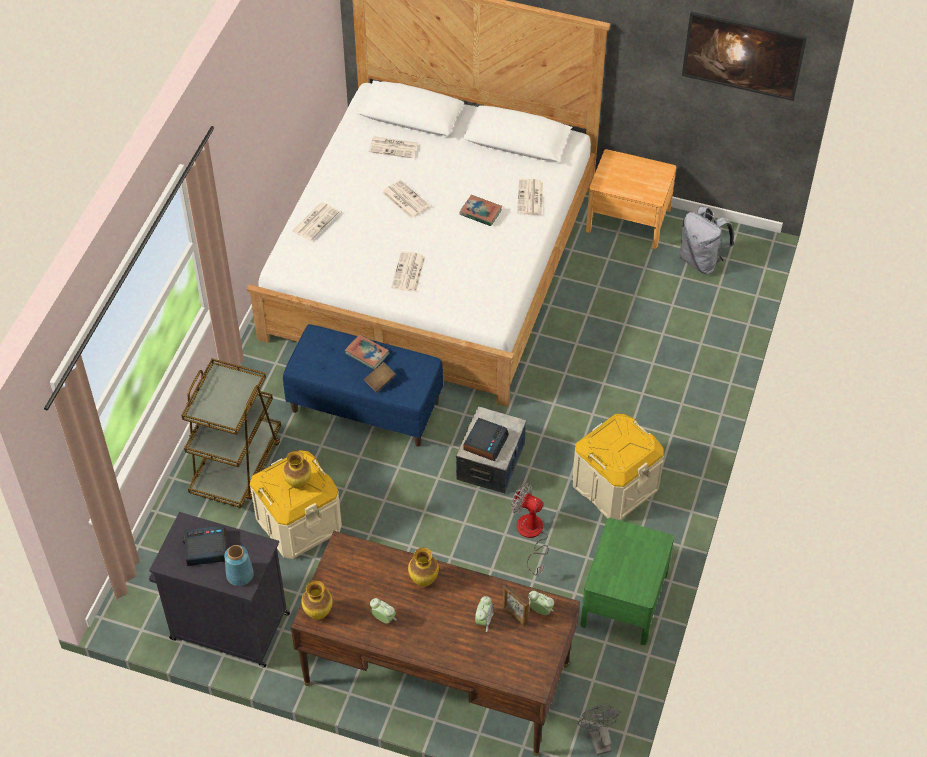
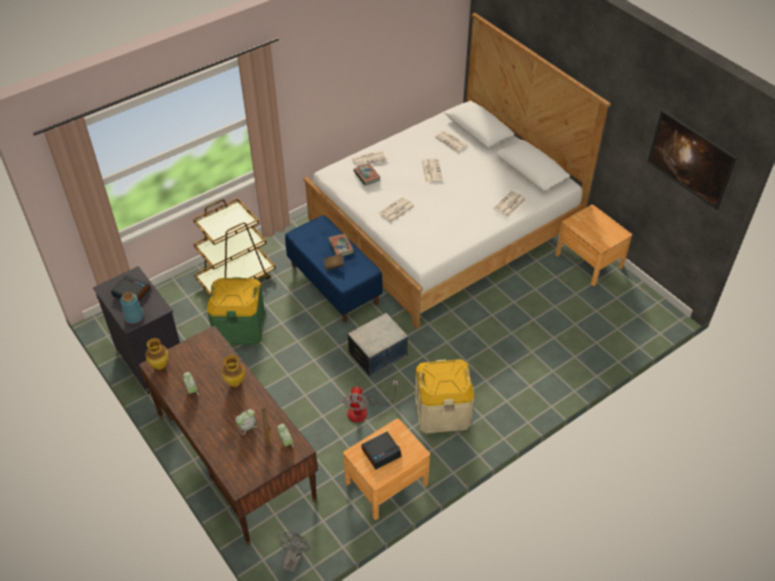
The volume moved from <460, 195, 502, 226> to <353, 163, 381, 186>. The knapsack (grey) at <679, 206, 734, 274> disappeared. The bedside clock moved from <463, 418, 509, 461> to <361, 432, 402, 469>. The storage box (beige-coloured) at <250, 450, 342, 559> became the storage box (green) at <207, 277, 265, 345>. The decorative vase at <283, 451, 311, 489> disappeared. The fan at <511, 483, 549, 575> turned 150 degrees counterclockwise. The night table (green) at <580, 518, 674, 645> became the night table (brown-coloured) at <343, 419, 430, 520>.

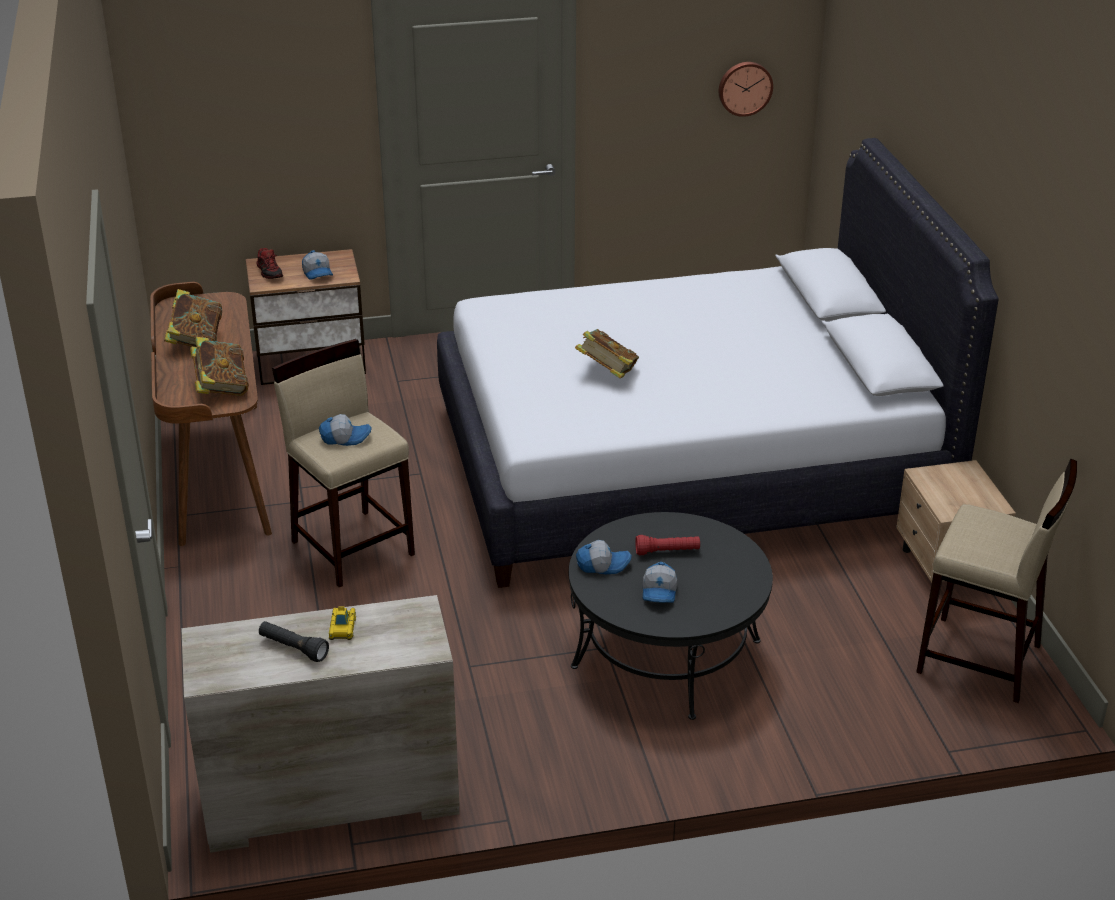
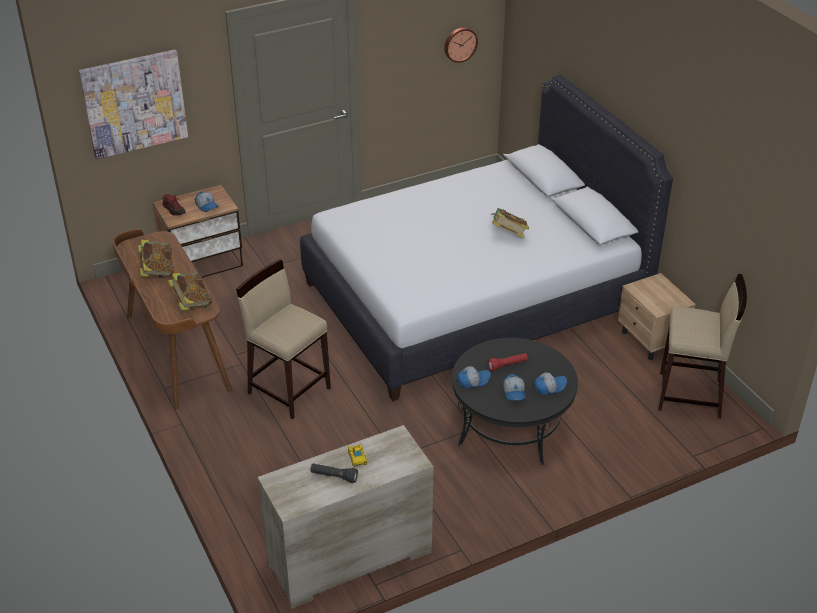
The volume moved from <575, 329, 639, 379> to <491, 208, 529, 238>. The cap moved from <319, 414, 372, 446> to <534, 372, 567, 395>. The wall art at <79, 49, 188, 159> appeared.

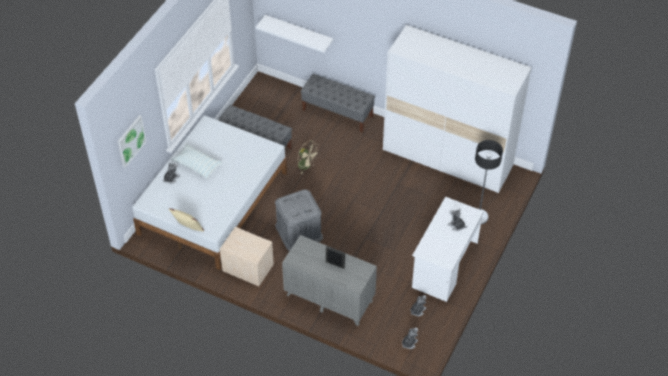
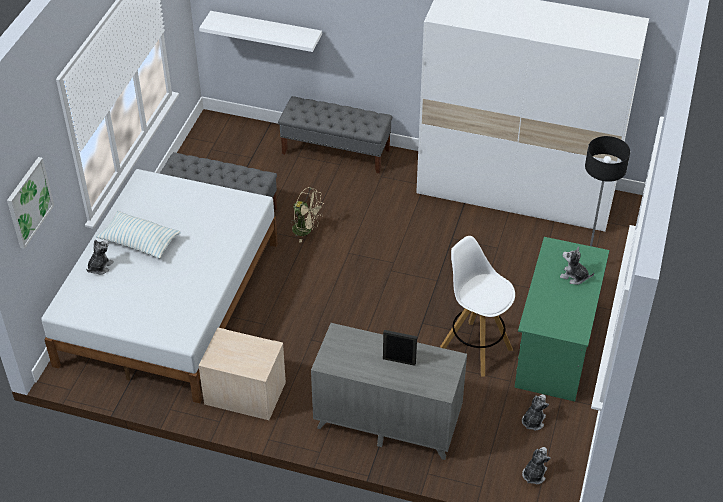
The storage box (grey) at <275, 189, 323, 251> disappeared. The desk table (white-coloured) at <412, 197, 484, 302> became the desk table (green) at <514, 237, 610, 401>. The pillow (beige-coloured) at <169, 208, 204, 232> disappeared. The stool (white-coloured) at <440, 236, 515, 377> appeared.

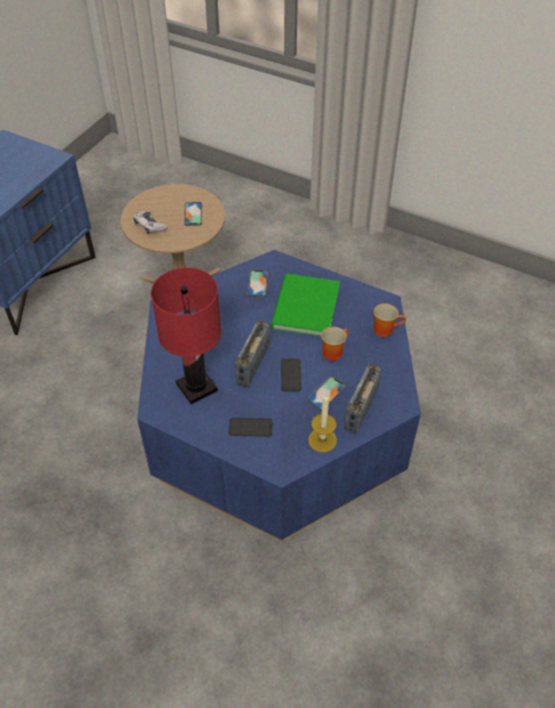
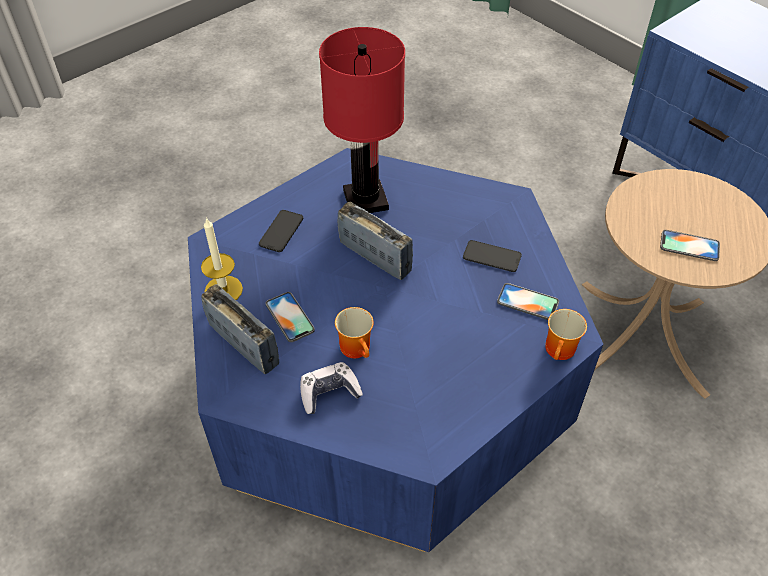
The joypad moved from <134, 211, 168, 234> to <300, 362, 363, 414>. The volume (green) at <271, 274, 340, 336> disappeared. The tea mug moved from <373, 303, 406, 337> to <545, 309, 587, 360>. The phone moved from <281, 359, 302, 392> to <463, 240, 522, 272>.

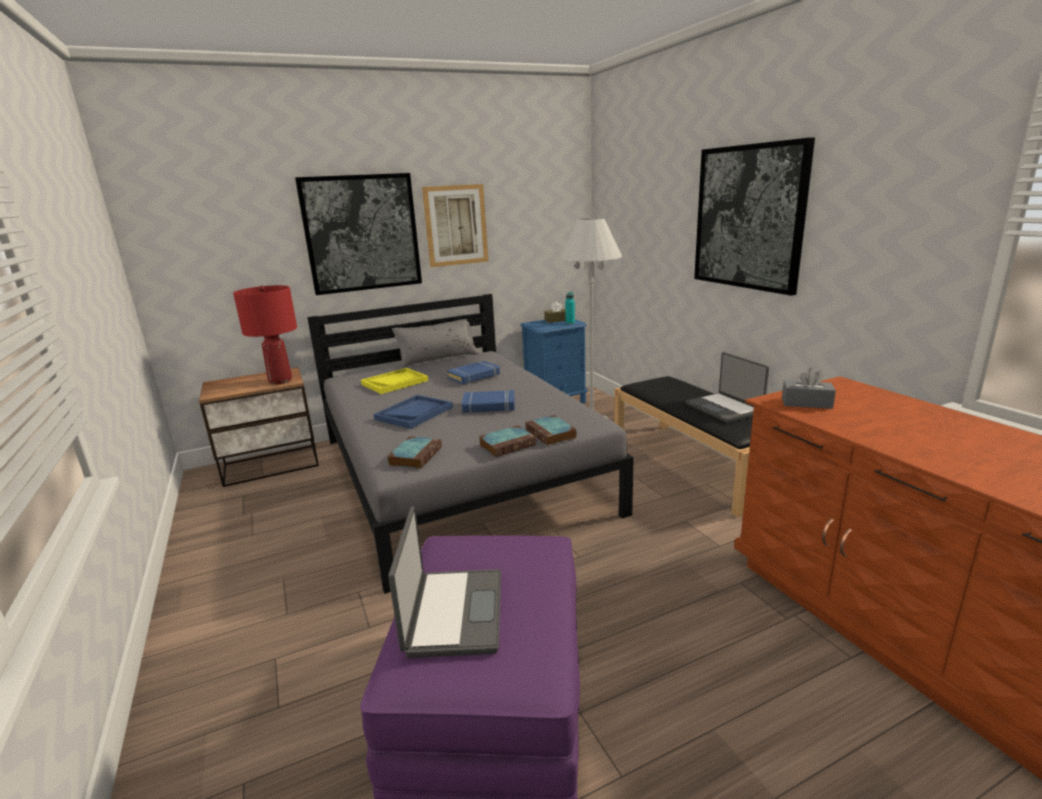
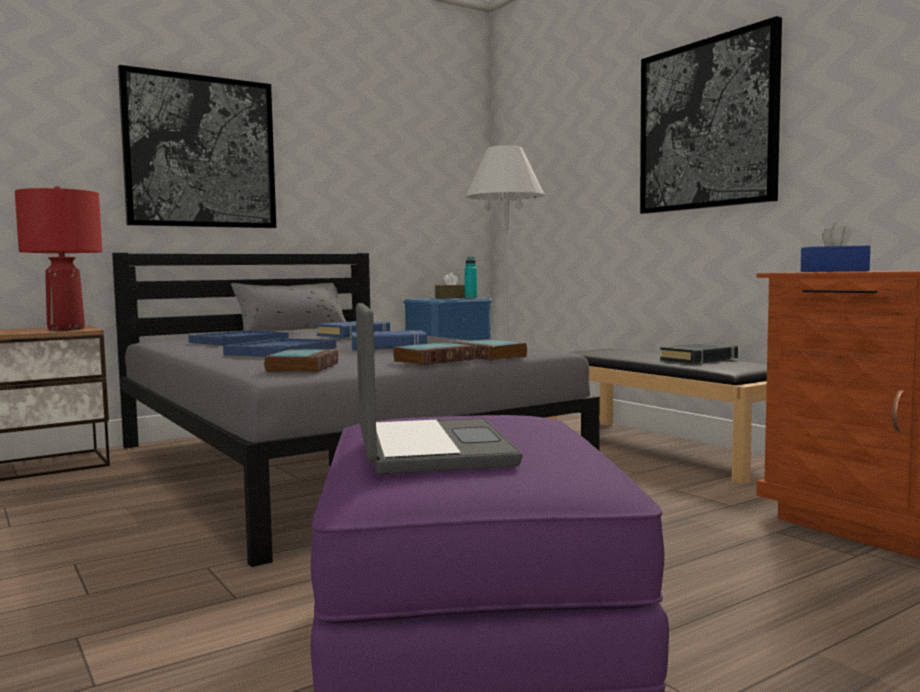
The wall art at <422, 184, 488, 267> disappeared. The notebook computer at <686, 352, 769, 423> was replaced by the volume (black-coloured) at <660, 343, 738, 363>. The serving tray (yellow) at <361, 368, 428, 394> became the serving tray (blue-coloured) at <189, 330, 289, 346>. The tissue holder (grey) at <782, 368, 836, 409> became the tissue holder (blue-coloured) at <801, 222, 870, 272>.

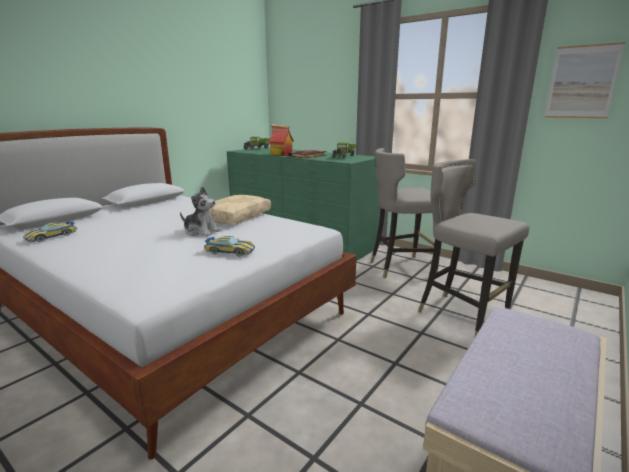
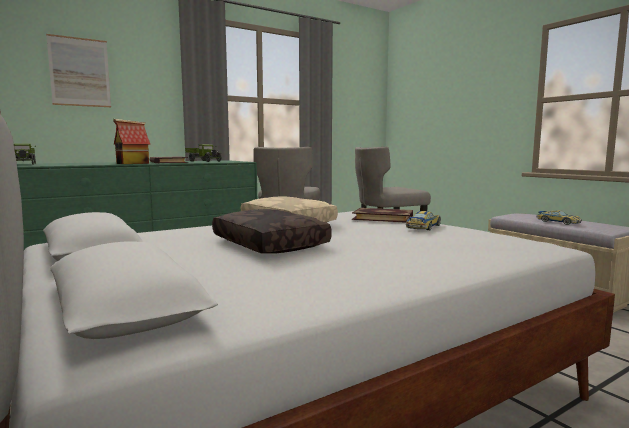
The wall art moved from <545, 42, 625, 118> to <46, 34, 111, 107>. The cuddly toy at <180, 186, 220, 236> disappeared. The toy car moved from <23, 222, 77, 242> to <537, 210, 582, 225>. The volume at <352, 208, 413, 223> appeared. The pillow (brown-coloured) at <212, 209, 332, 254> appeared.

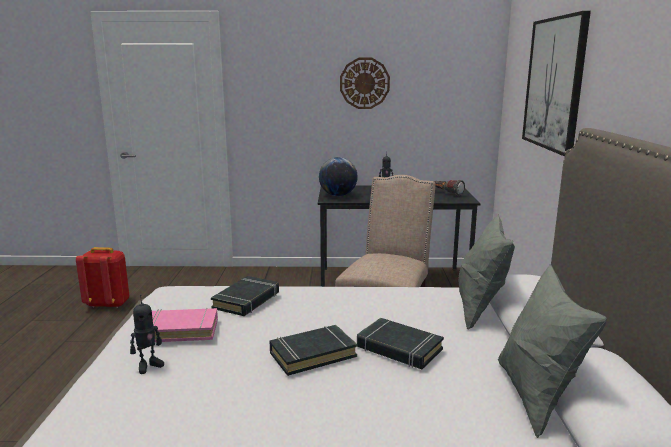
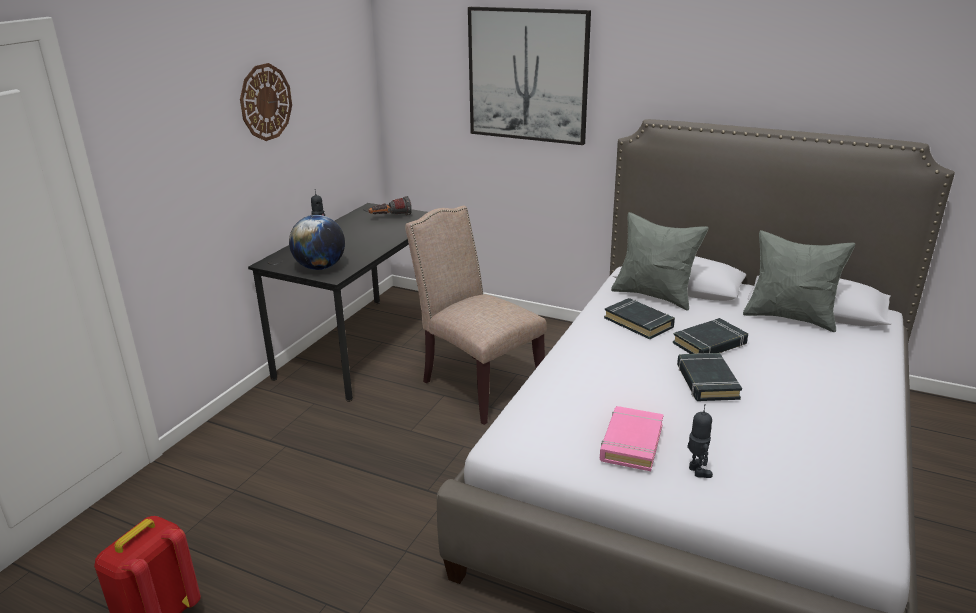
The volume (black-coloured) moved from <211, 276, 279, 316> to <604, 298, 675, 339>.

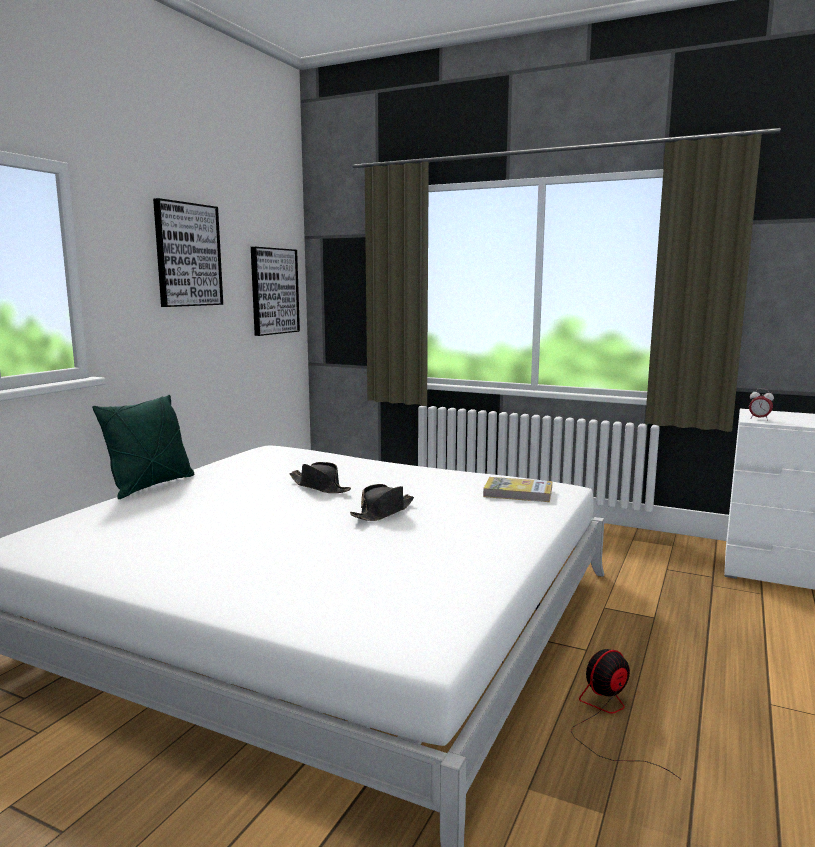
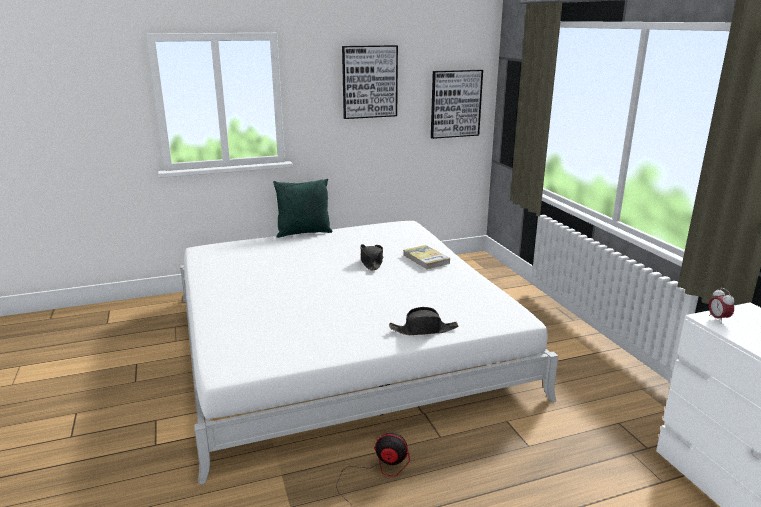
The volume moved from <483, 477, 552, 502> to <403, 245, 450, 269>. The wearable hat (black-coloured) moved from <350, 484, 414, 521> to <389, 307, 458, 335>.

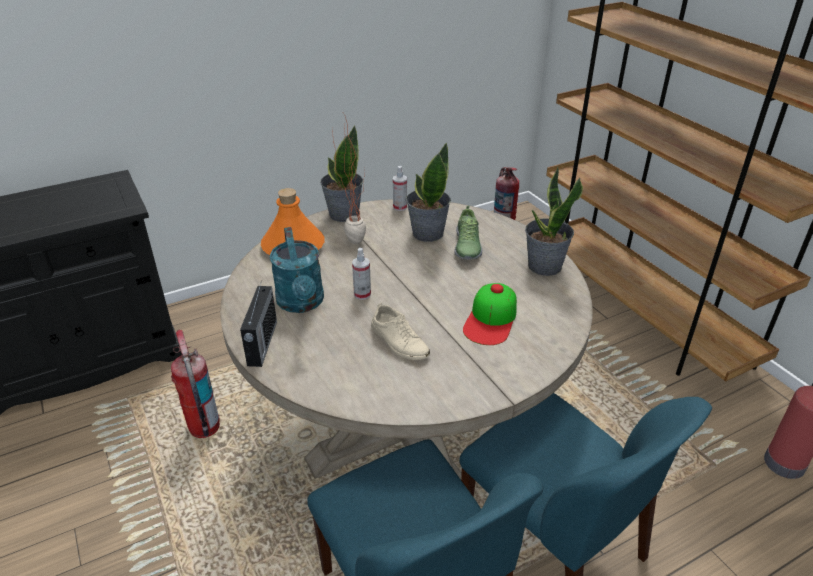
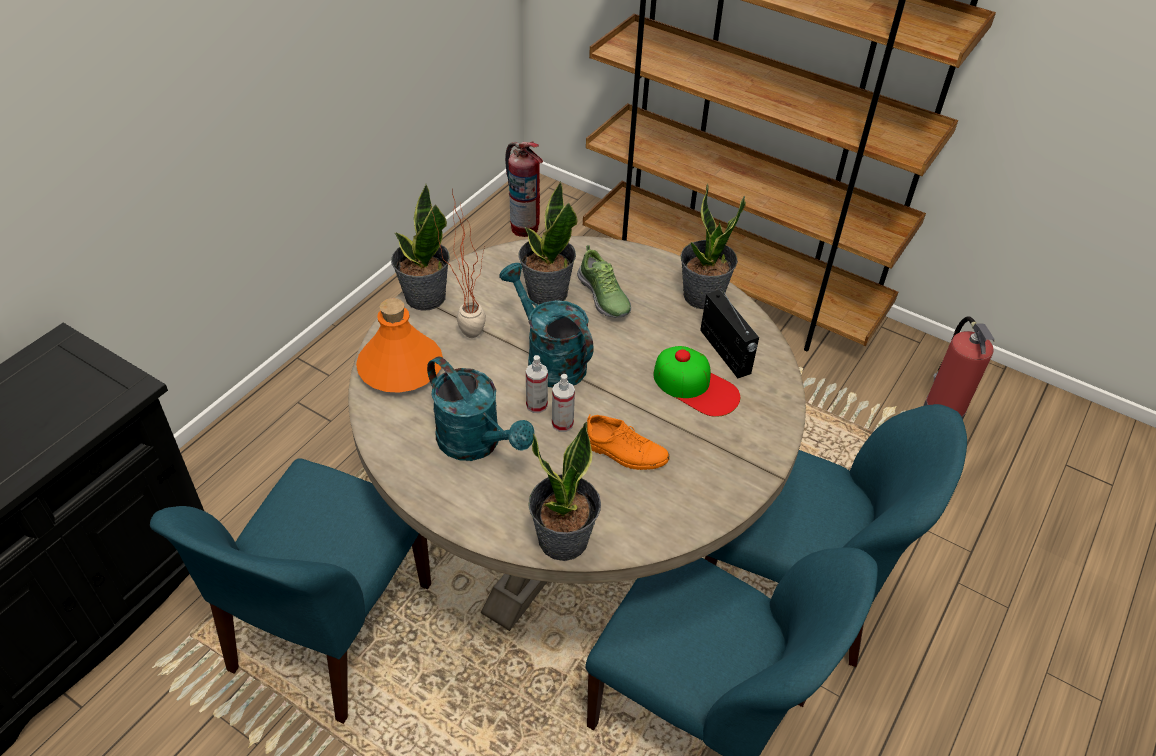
The spray bottle moved from <393, 166, 407, 211> to <552, 374, 575, 432>. The radio receiver moved from <240, 281, 277, 367> to <700, 288, 759, 378>. The cap at <463, 283, 517, 345> turned 45 degrees counterclockwise. The shoe (beige-coloured) at <371, 303, 430, 360> became the shoe (orangey) at <581, 415, 670, 470>. The fire extinguisher at <171, 330, 220, 438> was replaced by the chair (blue-coloured) at <150, 459, 431, 724>. The watering pot (blue-green) at <499, 263, 594, 388> appeared. The houseplant at <528, 421, 601, 561> appeared.

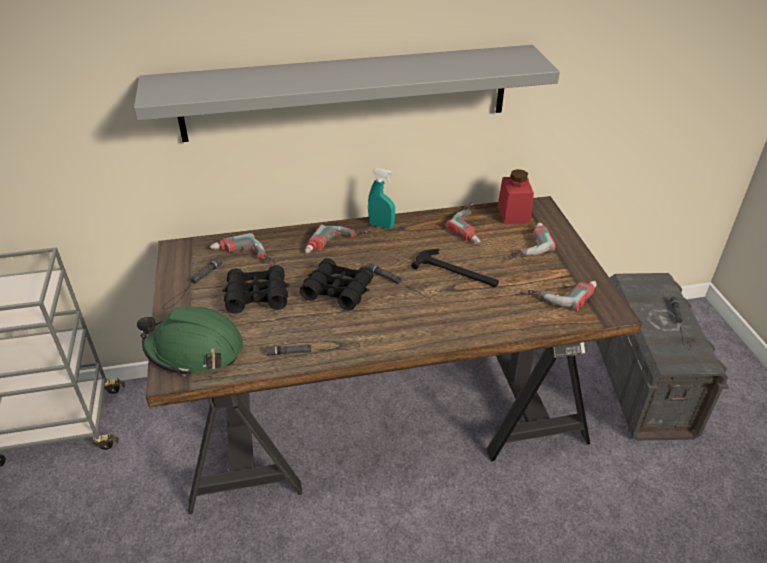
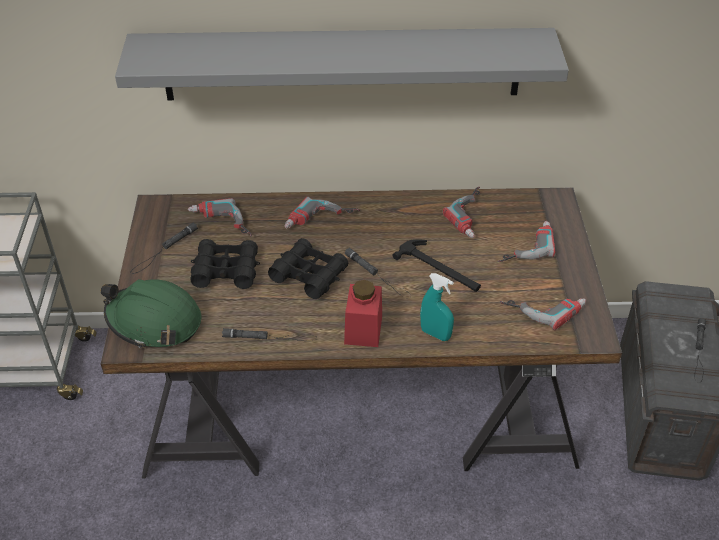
The spray bottle (blue-green) moved from <368, 168, 395, 229> to <420, 273, 454, 341>. The preserve jar (red-coloured) moved from <498, 169, 534, 224> to <344, 280, 382, 347>.

